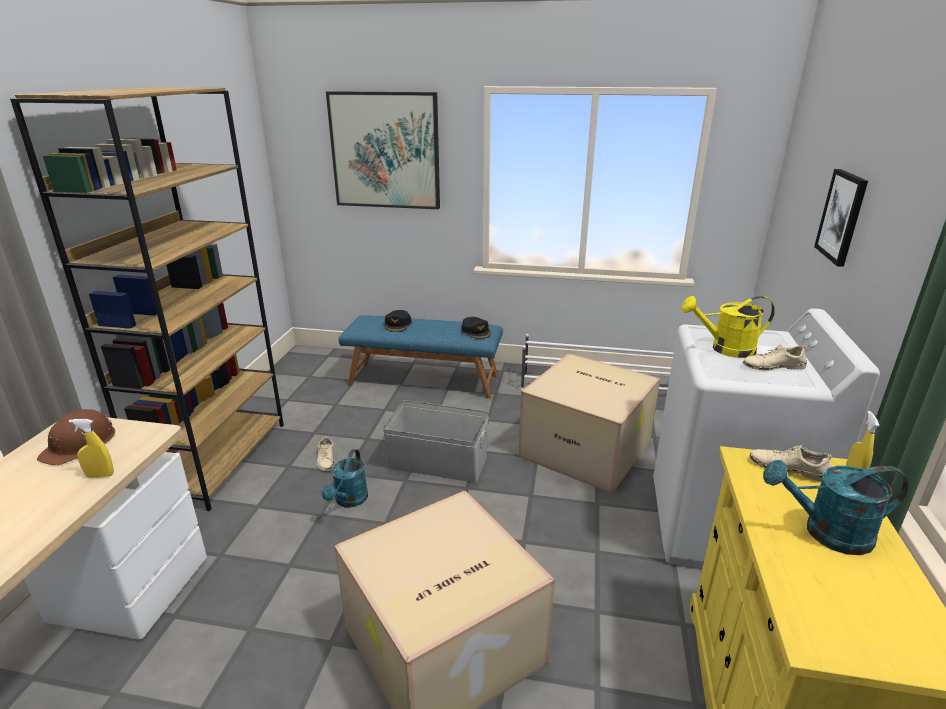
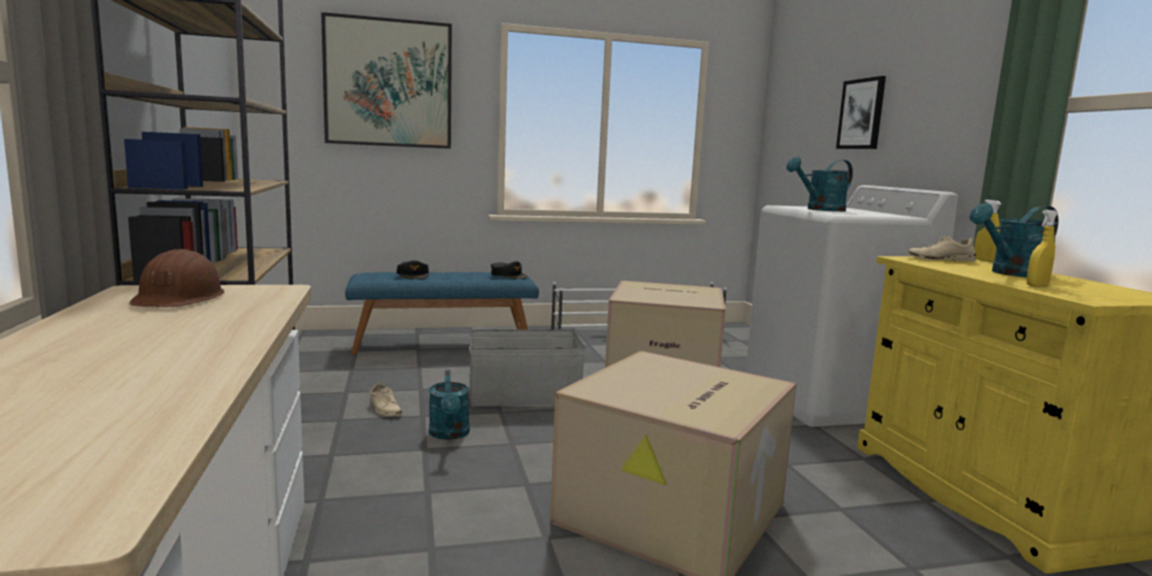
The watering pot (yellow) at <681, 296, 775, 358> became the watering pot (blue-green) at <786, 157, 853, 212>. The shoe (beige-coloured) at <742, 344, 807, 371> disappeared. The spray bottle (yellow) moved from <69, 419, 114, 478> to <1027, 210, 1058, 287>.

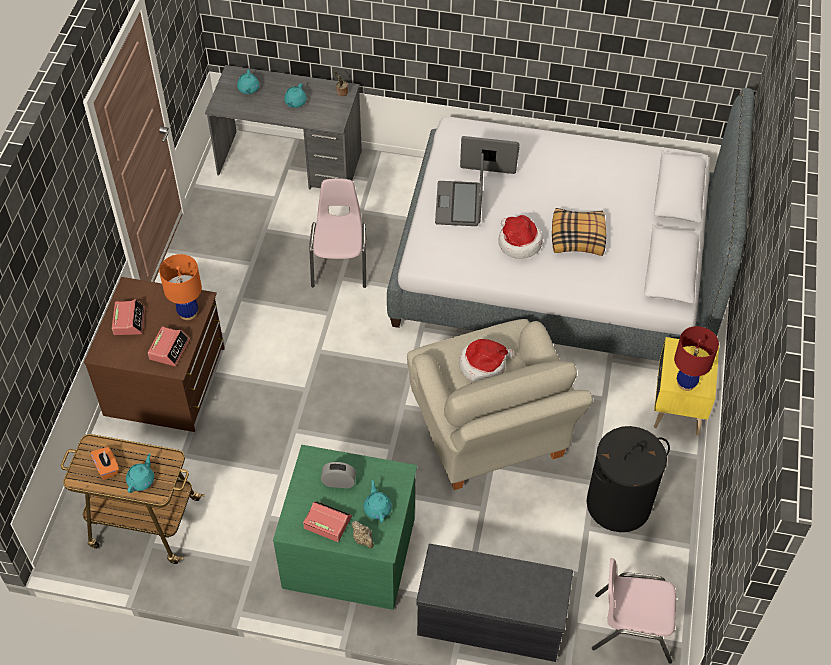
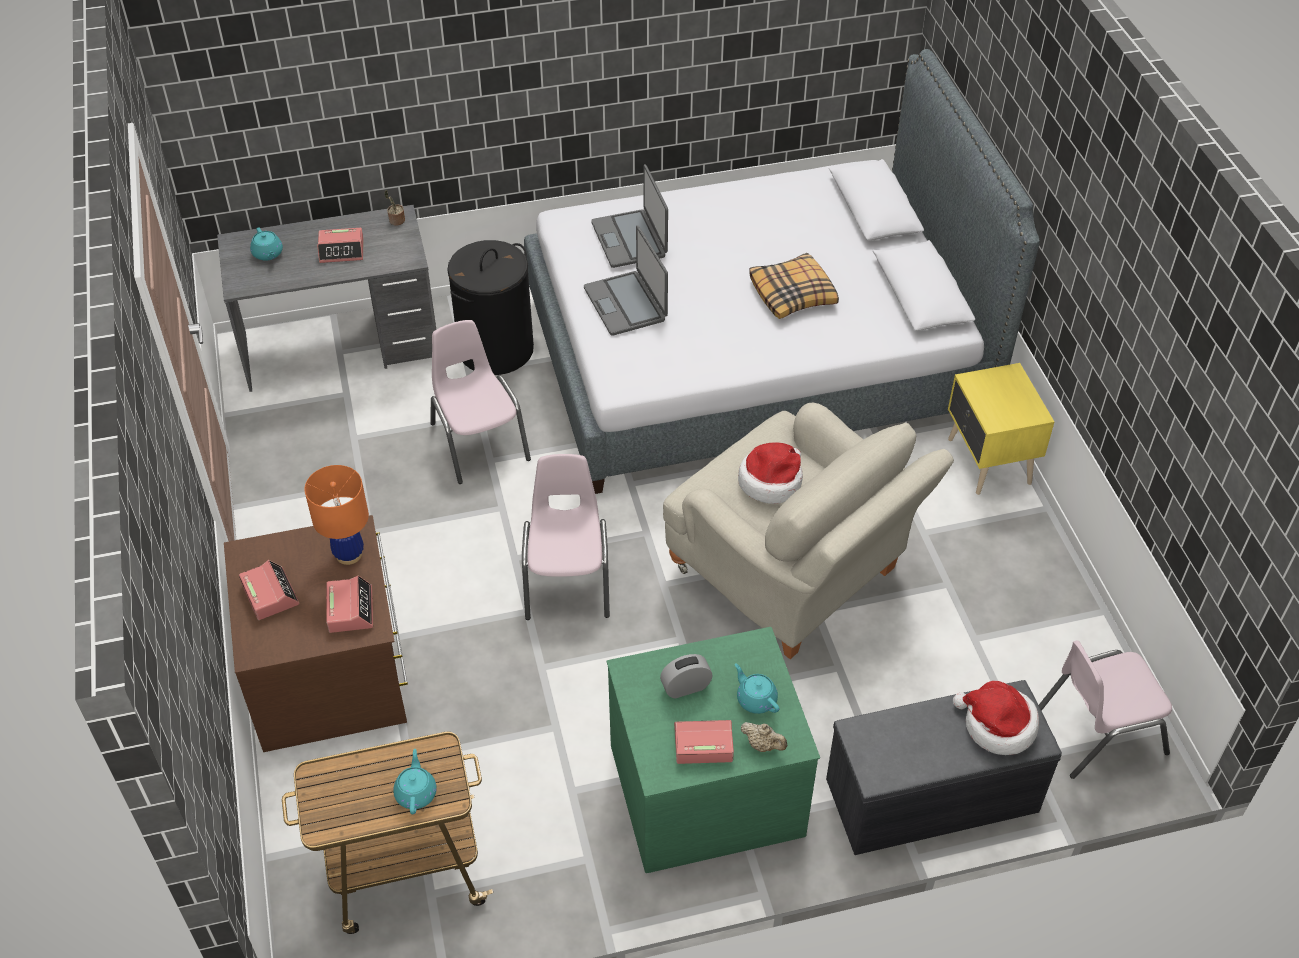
The teapot (blue-green) at <284, 83, 307, 108> was replaced by the bedside clock at <317, 228, 364, 263>. The notebook computer at <460, 136, 520, 174> turned 90 degrees counterclockwise. The wearable hat moved from <498, 215, 543, 259> to <953, 681, 1039, 755>. The lamp for a table (red-coloured) at <674, 326, 719, 391> disappeared. The hamper (black-coloured) moved from <586, 426, 670, 532> to <448, 240, 534, 375>. The tissue holder (orangey) at <90, 447, 119, 480> disappeared. The chair (pink-coloured) at <522, 454, 610, 620> appeared.

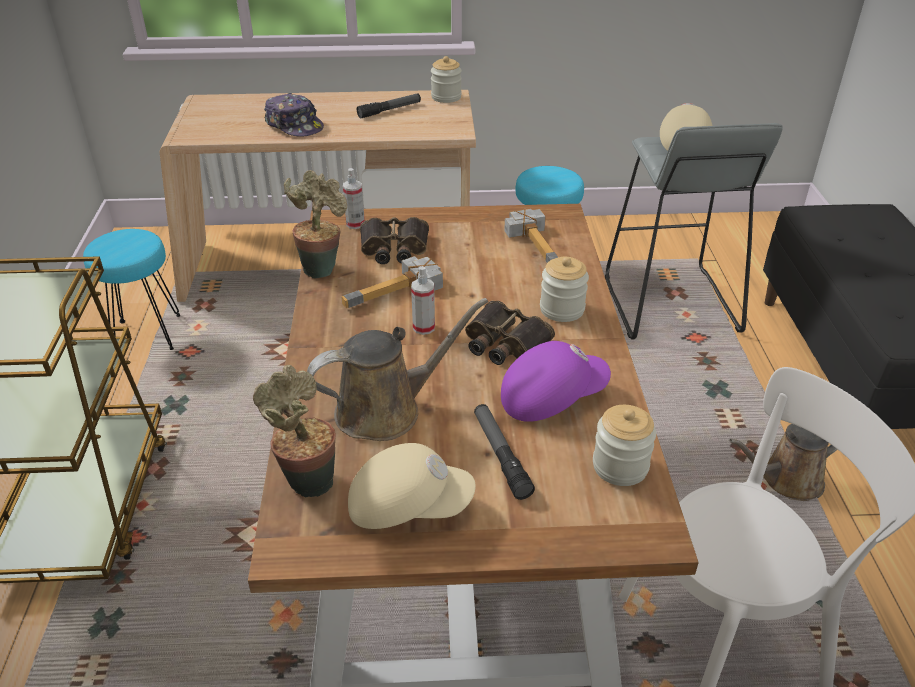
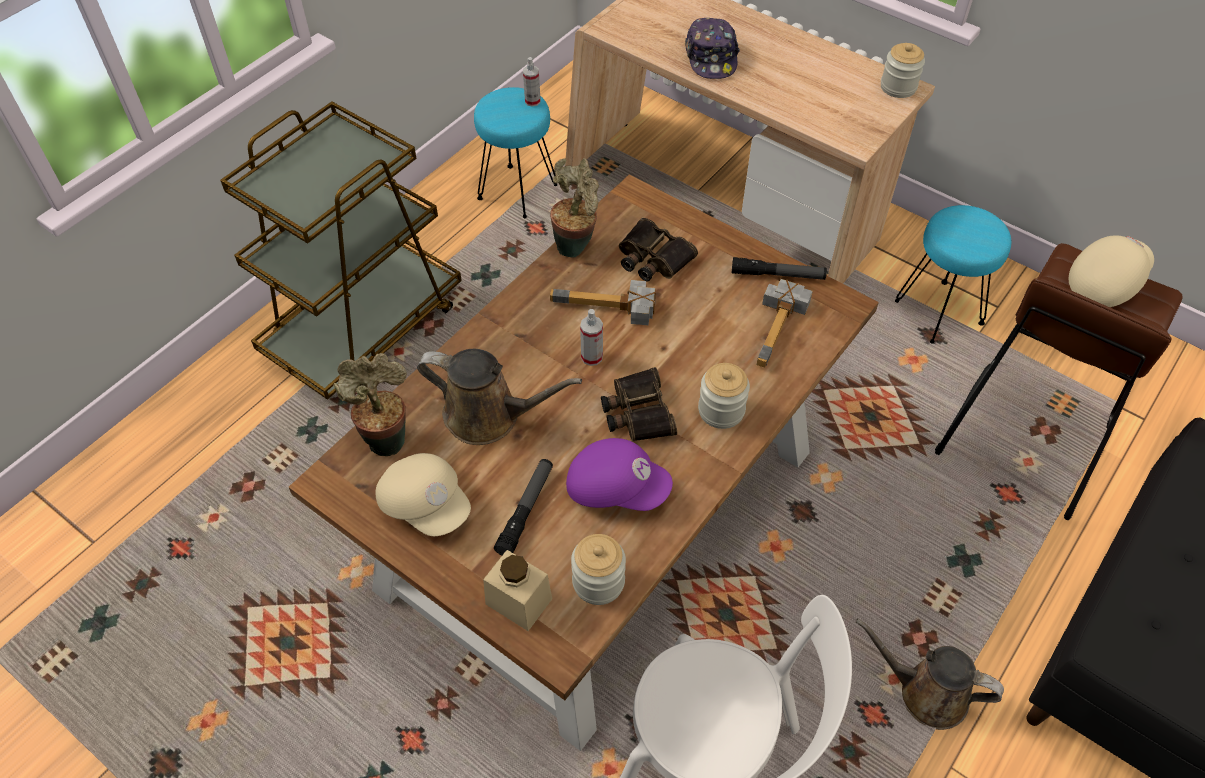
The flashlight moved from <357, 93, 421, 118> to <732, 257, 827, 280>. The stool (grey) at <605, 123, 782, 339> became the stool (brown-coloured) at <935, 243, 1182, 520>. The spray bottle moved from <343, 168, 365, 229> to <523, 57, 541, 107>. The preserve jar (beige-coloured) at <483, 550, 552, 631> appeared.

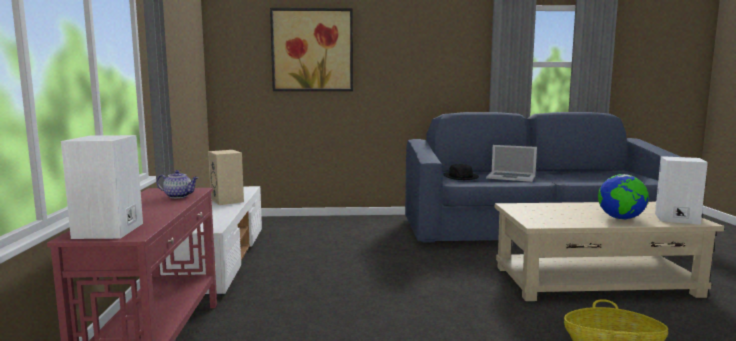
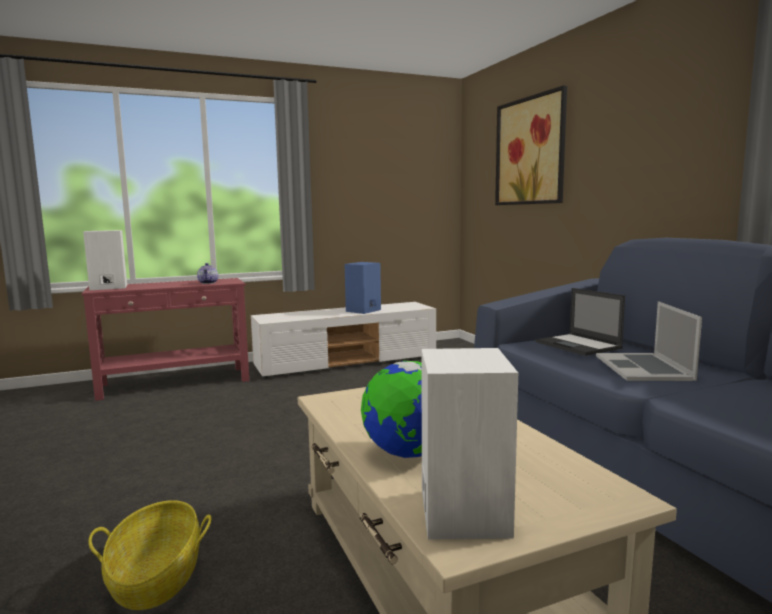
The speaker (beige-coloured) at <208, 150, 244, 205> became the speaker (blue-coloured) at <345, 262, 381, 314>. The wearable hat (black-coloured) at <443, 164, 479, 180> was replaced by the notebook computer at <535, 288, 625, 356>.

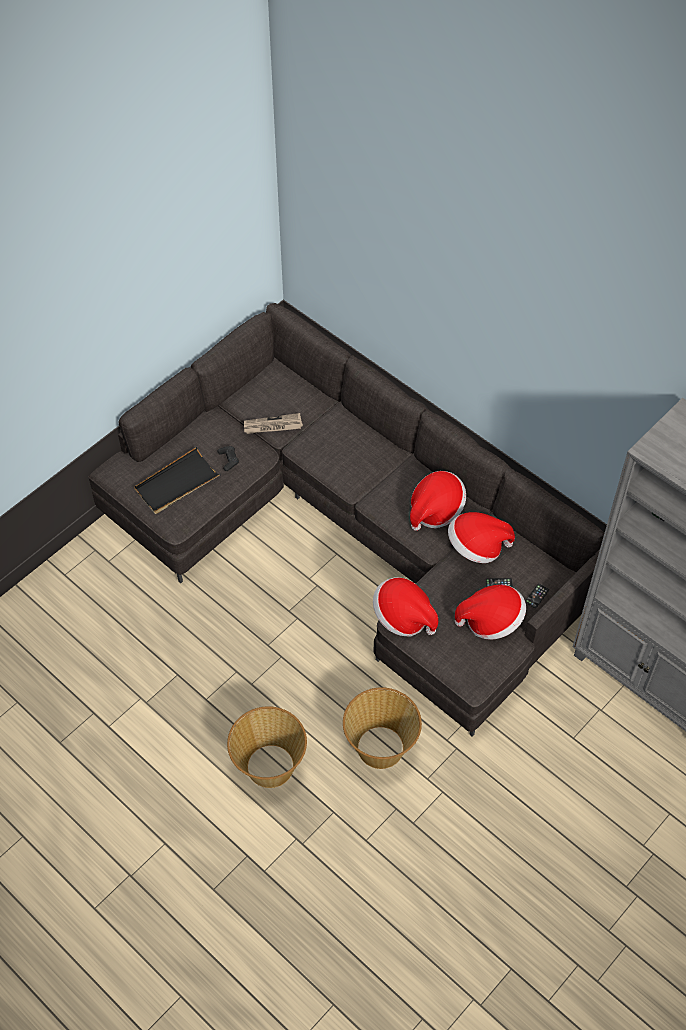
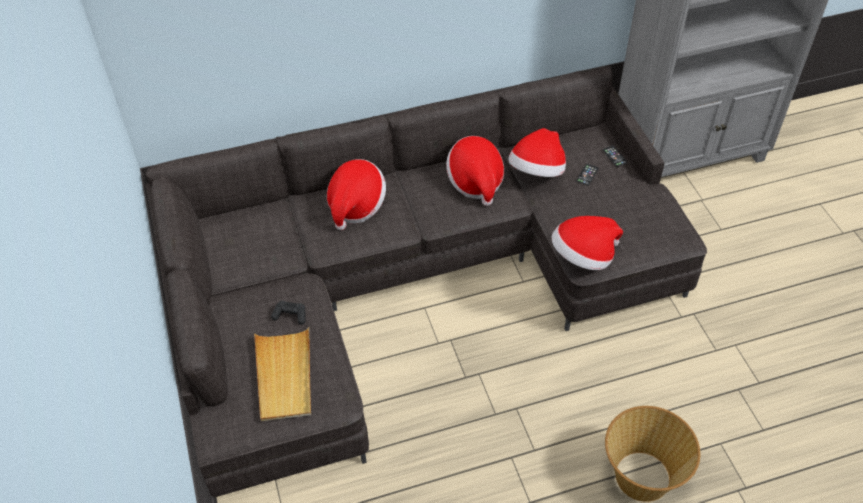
The daily paper at <244, 413, 303, 434> disappeared. The serving tray (black-coloured) at <134, 447, 221, 514> became the serving tray (beige-coloured) at <254, 327, 311, 421>. The wearable hat moved from <455, 585, 526, 640> to <327, 159, 386, 230>. The storage basket at <343, 687, 422, 769> disappeared.

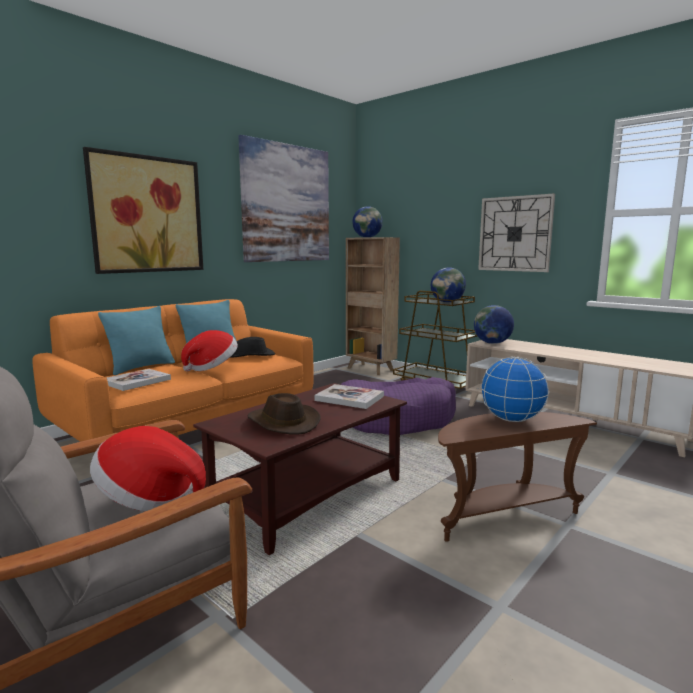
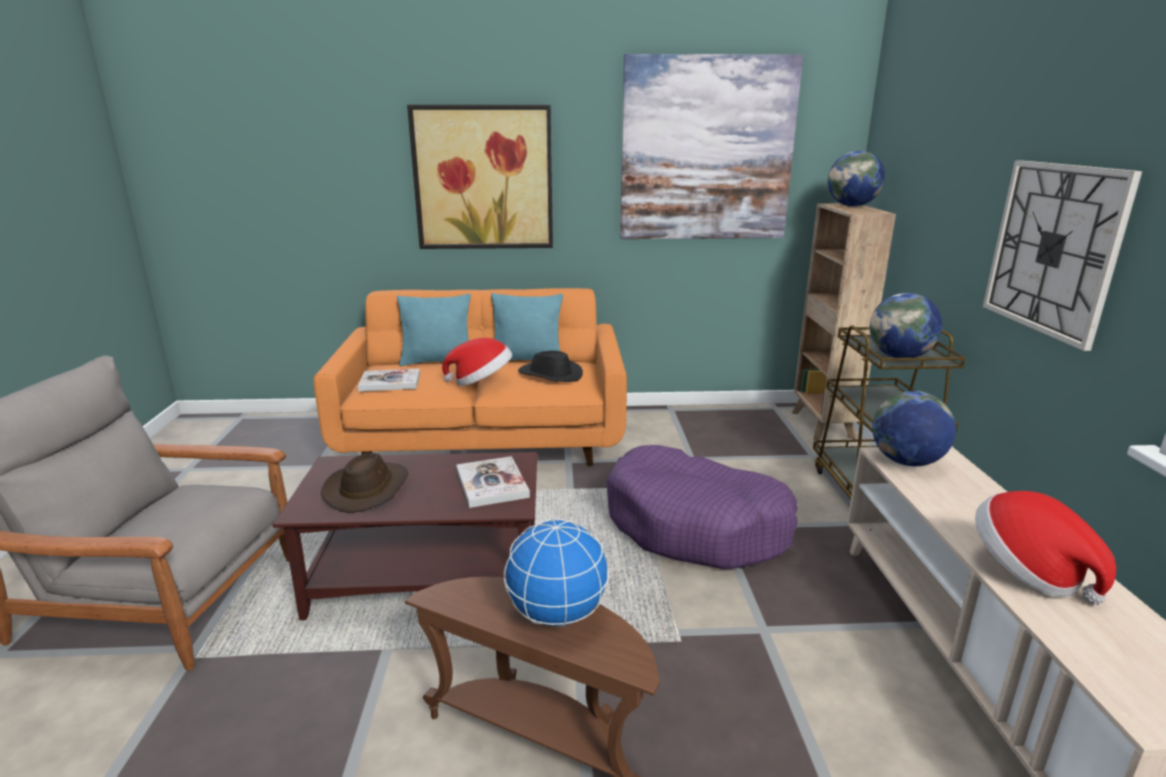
The wearable hat moved from <90, 426, 206, 511> to <975, 491, 1116, 605>.

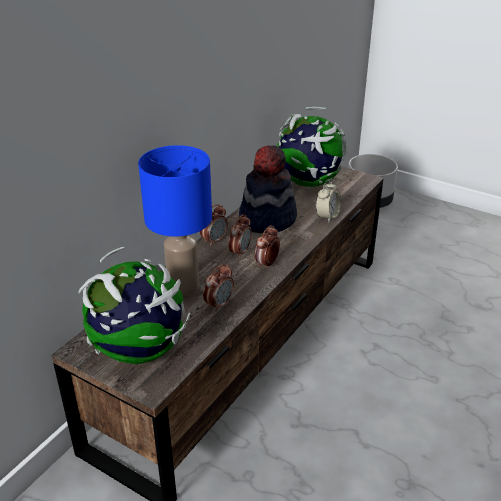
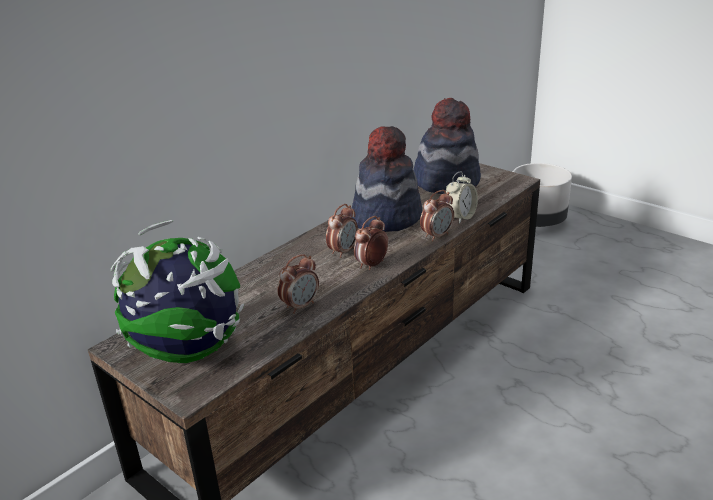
The globe at <277, 107, 346, 187> was replaced by the wearable hat at <413, 98, 481, 194>. The lamp for a table (blue-coloured) at <138, 145, 212, 296> disappeared. The bedside clock moved from <200, 204, 228, 247> to <420, 190, 454, 241>.

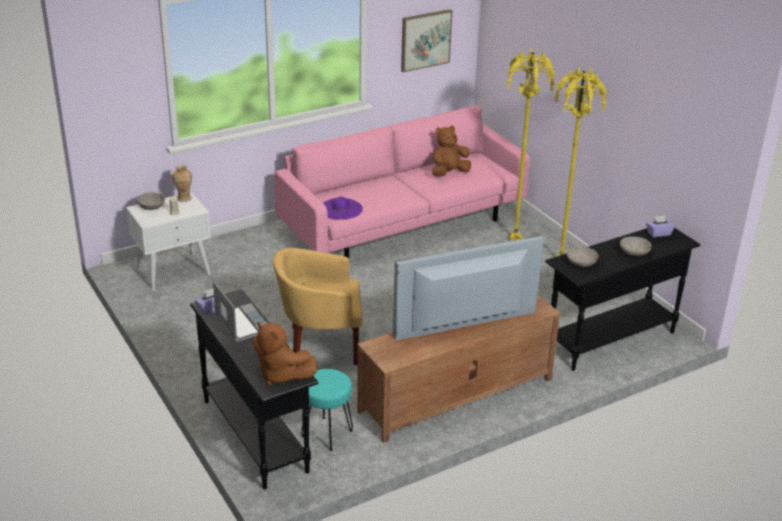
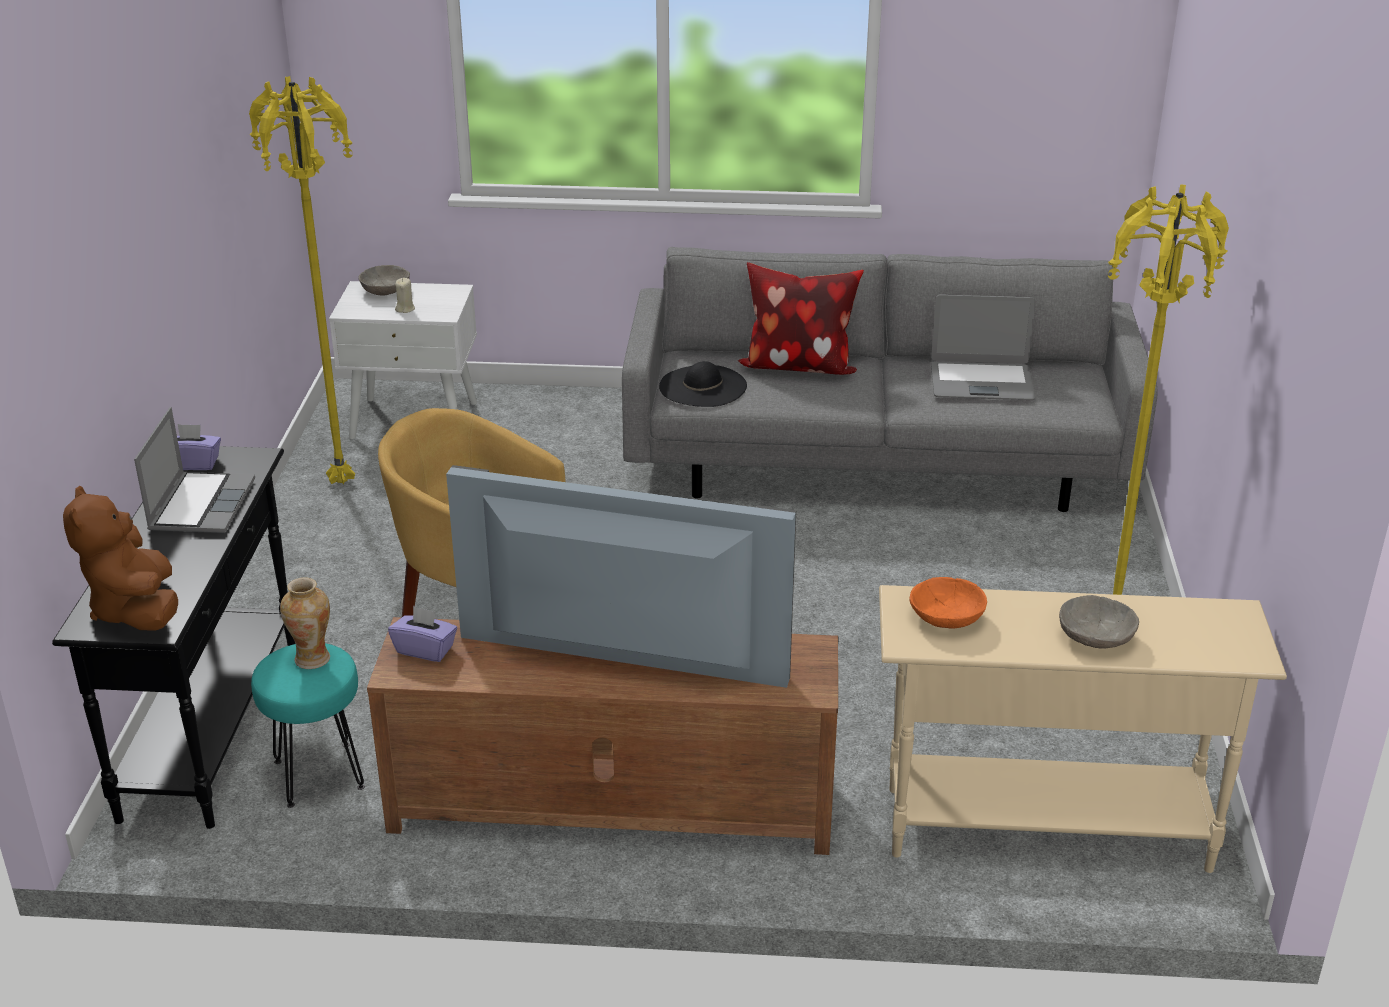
The wall art at <401, 9, 452, 72> disappeared. The standing lamp (yellow) moved from <506, 49, 555, 241> to <249, 76, 355, 484>. The couch (pink-coloured) at <274, 106, 530, 258> became the couch (grey) at <622, 247, 1158, 512>. The cuddly toy (brown-coloured) at <432, 125, 471, 176> was replaced by the notebook computer at <931, 294, 1036, 400>. The decorative vase moved from <172, 165, 192, 202> to <280, 577, 330, 669>. The wearable hat (purplish) at <323, 197, 363, 219> became the wearable hat (black-coloured) at <659, 361, 747, 407>. The tissue holder (purplish) moved from <646, 215, 675, 237> to <388, 606, 457, 662>. The narrow table (black-coloured) at <545, 228, 700, 371> became the narrow table (beige-coloured) at <879, 585, 1287, 873>. The serving bowl (grey) at <567, 246, 599, 267> became the serving bowl (orangey) at <909, 577, 987, 629>. The pillow at <738, 262, 864, 375> appeared.

